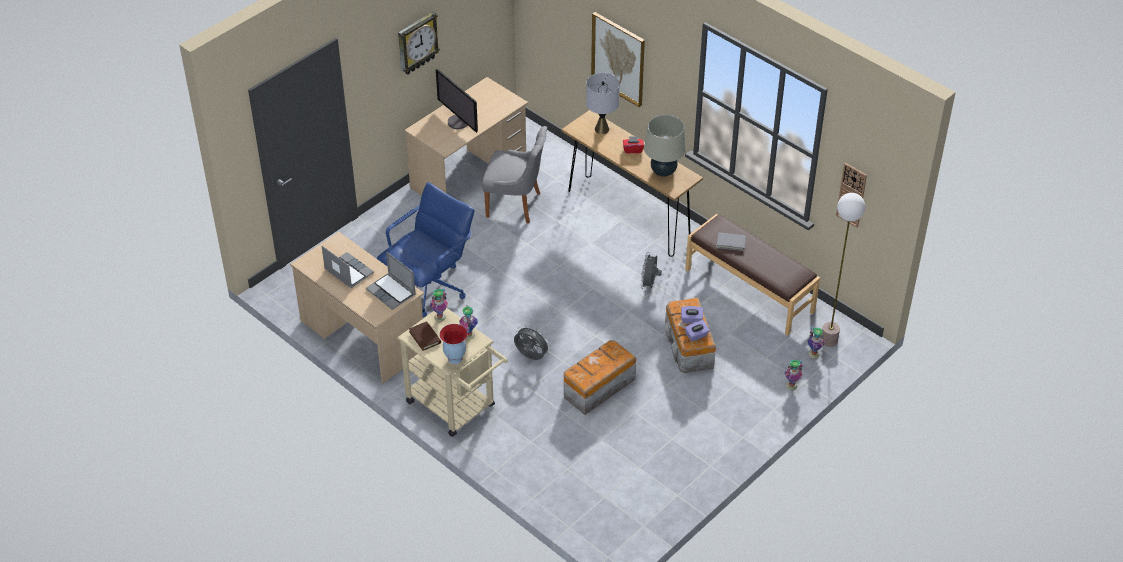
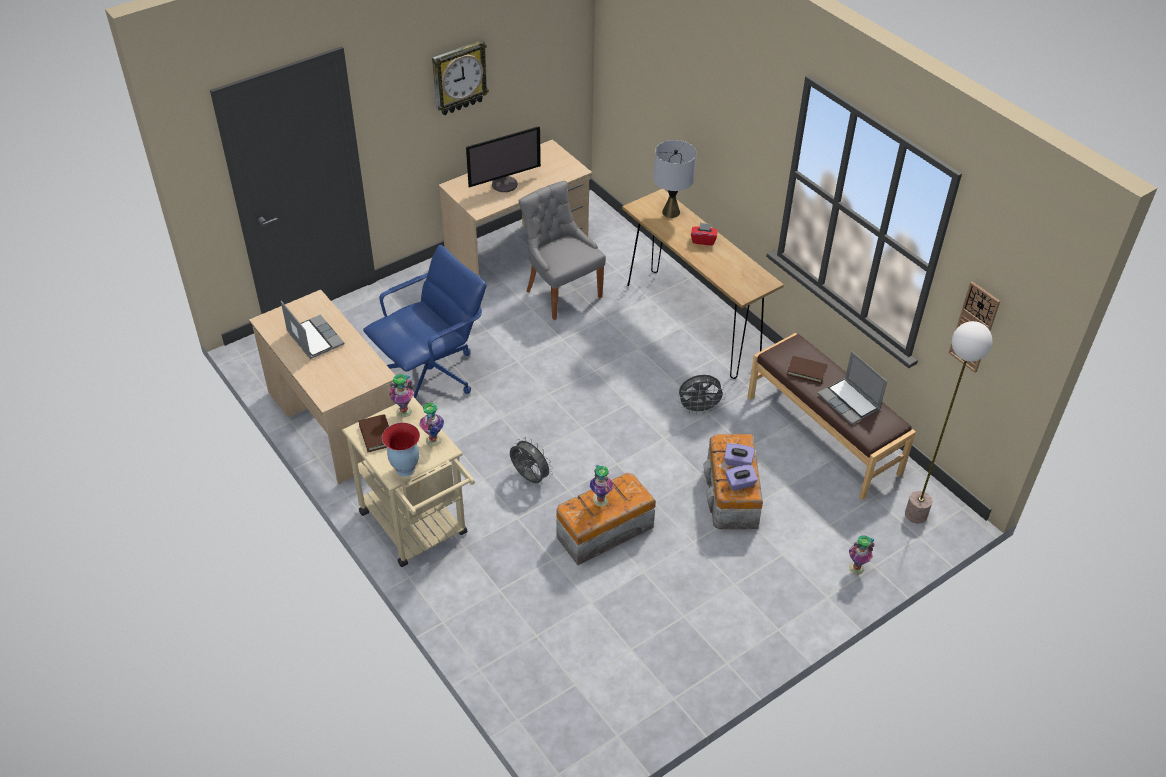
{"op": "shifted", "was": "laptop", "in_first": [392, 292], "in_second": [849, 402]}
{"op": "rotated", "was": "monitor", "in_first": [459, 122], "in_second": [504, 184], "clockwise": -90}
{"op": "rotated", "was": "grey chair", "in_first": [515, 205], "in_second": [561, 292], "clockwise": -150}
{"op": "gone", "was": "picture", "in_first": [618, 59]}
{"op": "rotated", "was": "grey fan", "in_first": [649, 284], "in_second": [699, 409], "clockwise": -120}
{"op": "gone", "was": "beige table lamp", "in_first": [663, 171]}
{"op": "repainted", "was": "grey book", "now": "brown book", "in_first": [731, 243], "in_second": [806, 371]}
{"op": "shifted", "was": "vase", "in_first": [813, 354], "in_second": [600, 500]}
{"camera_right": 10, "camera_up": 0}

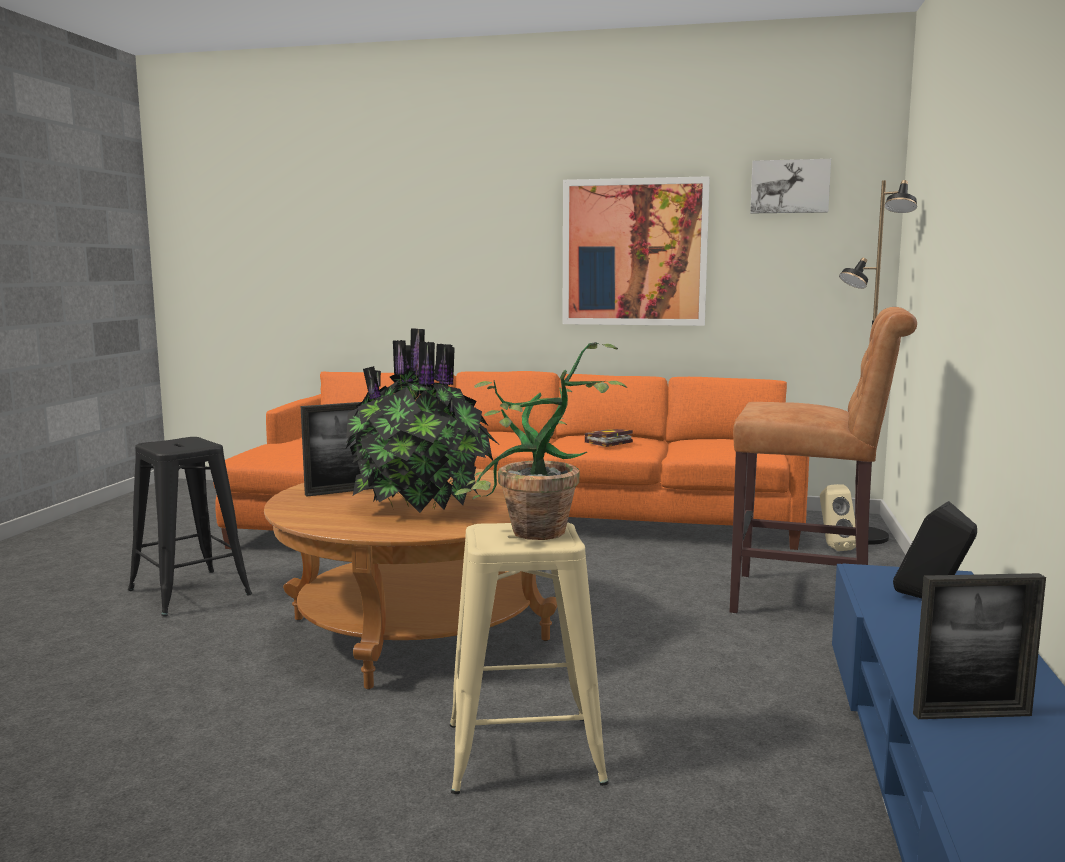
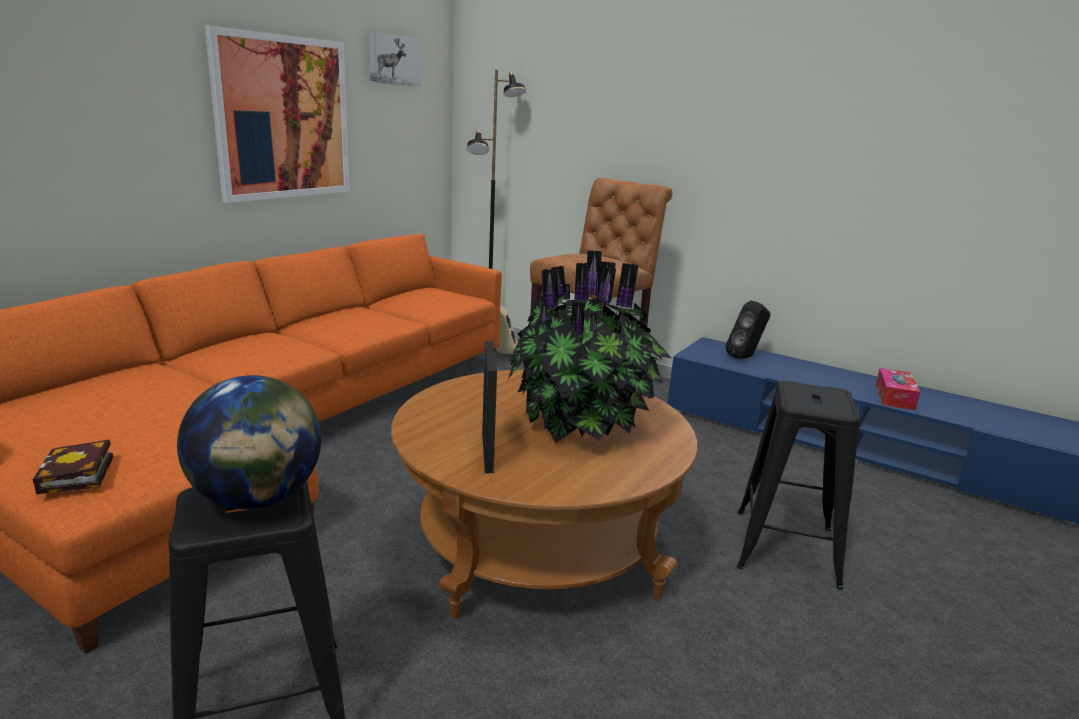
{"op": "repainted", "was": "beige stool", "now": "black stool", "in_first": [524, 753], "in_second": [786, 547]}
{"op": "gone", "was": "potted plant", "in_first": [535, 537]}
{"op": "shifted", "was": "book", "in_first": [607, 442], "in_second": [77, 476]}
{"op": "swapped", "was": "picture frame", "now": "tissue box", "in_first": [972, 714], "in_second": [894, 397]}
{"op": "new", "now": "globe", "in_second": [258, 499]}
{"camera_right": -70, "camera_up": 10}

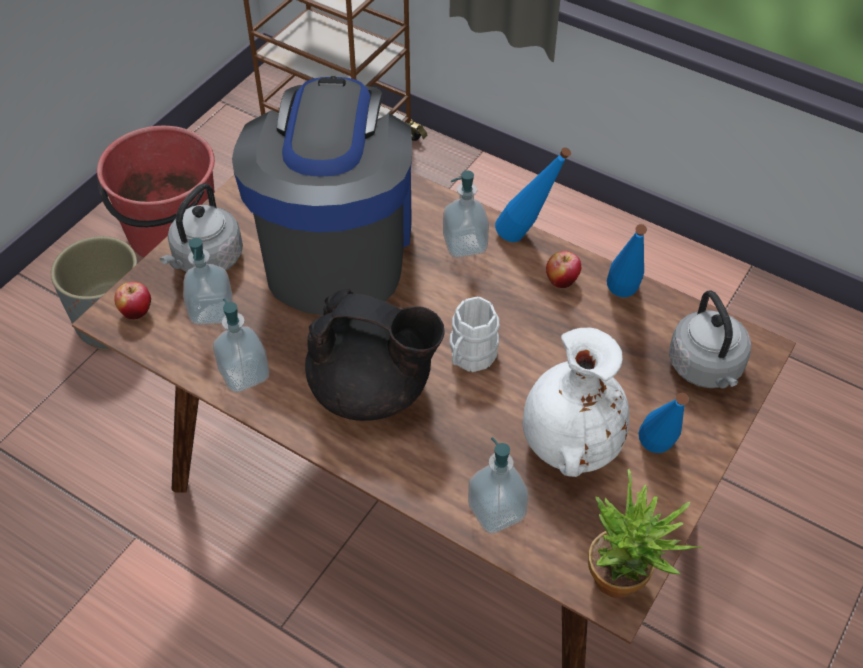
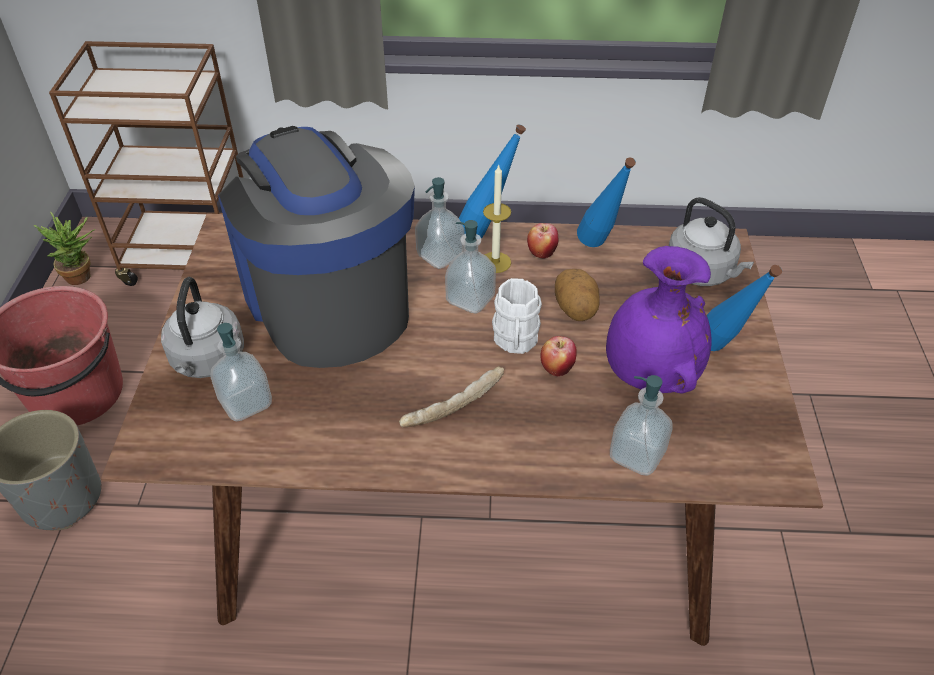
{"op": "shifted", "was": "apple", "in_first": [137, 312], "in_second": [557, 368]}
{"op": "shifted", "was": "soap dispenser", "in_first": [244, 374], "in_second": [470, 299]}
{"op": "swapped", "was": "black teapot", "now": "bread", "in_first": [373, 389], "in_second": [452, 404]}
{"op": "repainted", "was": "white vase", "now": "purple vase", "in_first": [569, 444], "in_second": [649, 373]}
{"op": "shifted", "was": "potted plant", "in_first": [626, 582], "in_second": [84, 277]}
{"op": "new", "now": "candle", "in_second": [495, 262]}
{"op": "new", "now": "potato", "in_second": [575, 309]}
{"camera_right": -30, "camera_up": -5}

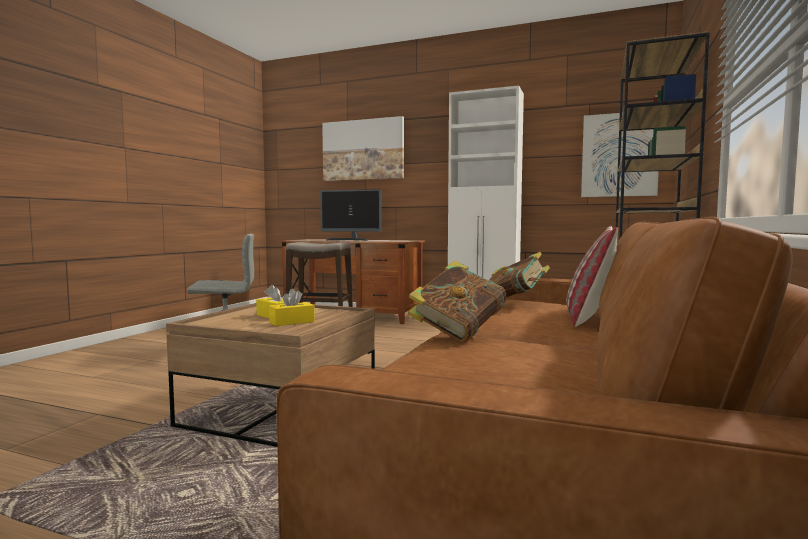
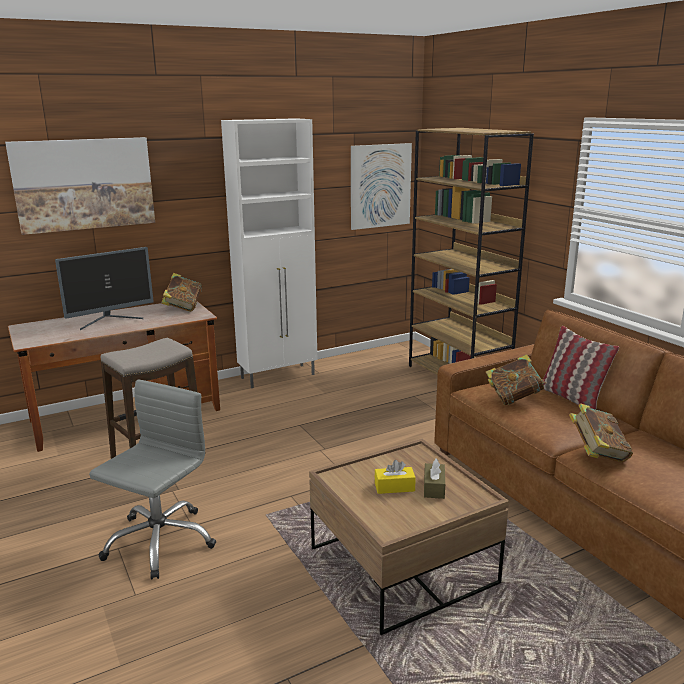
{"op": "repainted", "was": "yellow tissue box", "now": "brown tissue box", "in_first": [292, 322], "in_second": [434, 487]}
{"op": "new", "now": "book", "in_second": [183, 307]}
{"camera_right": -50, "camera_up": 15}

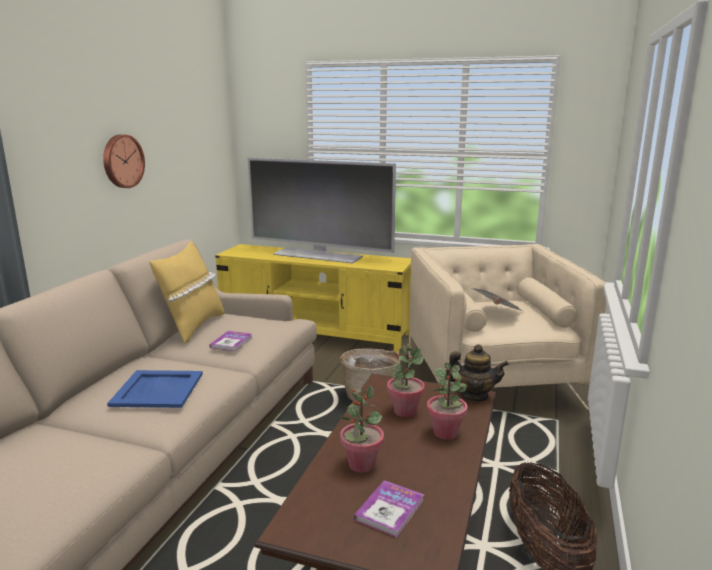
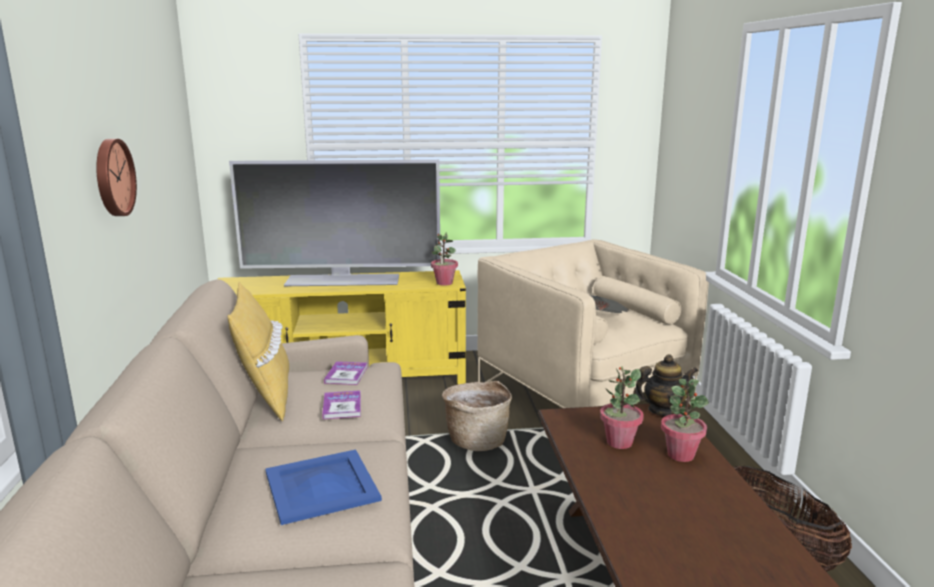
{"op": "shifted", "was": "potted plant", "in_first": [361, 464], "in_second": [444, 283]}
{"op": "shifted", "was": "book", "in_first": [389, 509], "in_second": [346, 374]}
{"camera_right": -25, "camera_up": 0}

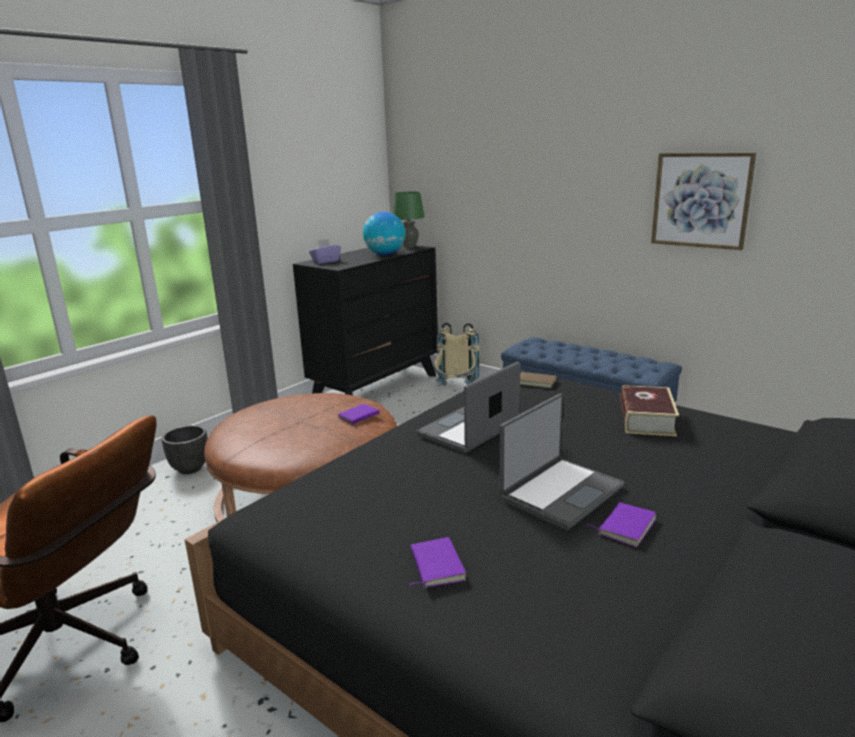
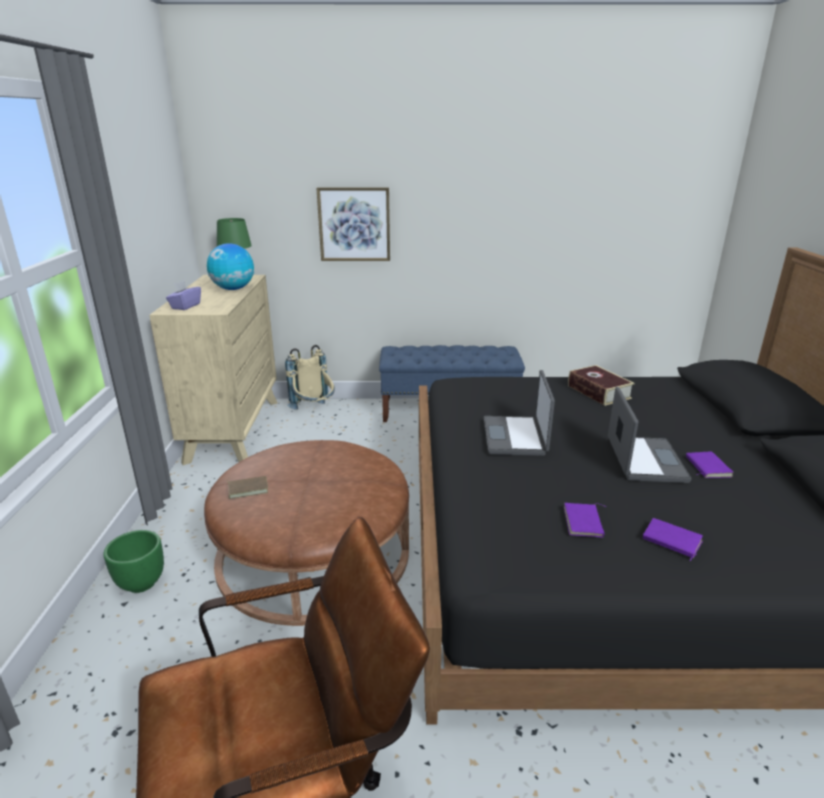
{"op": "repainted", "was": "black planter", "now": "green planter", "in_first": [190, 469], "in_second": [142, 583]}
{"op": "repainted", "was": "black dresser", "now": "beige dresser", "in_first": [376, 387], "in_second": [233, 430]}
{"op": "shifted", "was": "purple book", "in_first": [359, 416], "in_second": [584, 522]}
{"op": "shifted", "was": "brown book", "in_first": [536, 381], "in_second": [248, 488]}
{"op": "shifted", "was": "picture", "in_first": [701, 200], "in_second": [354, 224]}
{"camera_right": -40, "camera_up": 5}

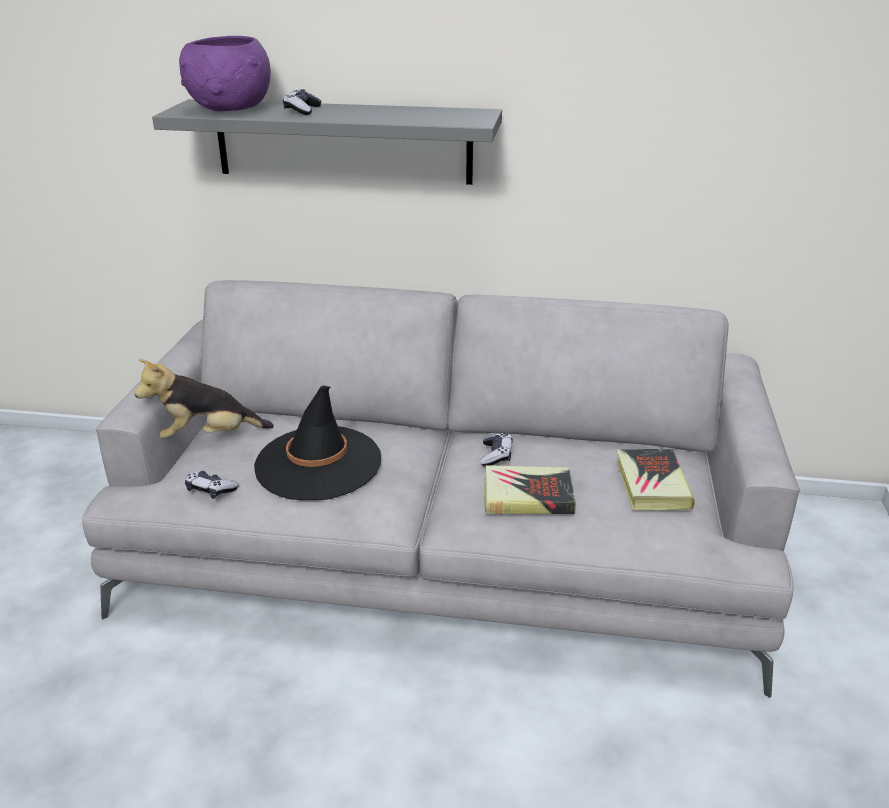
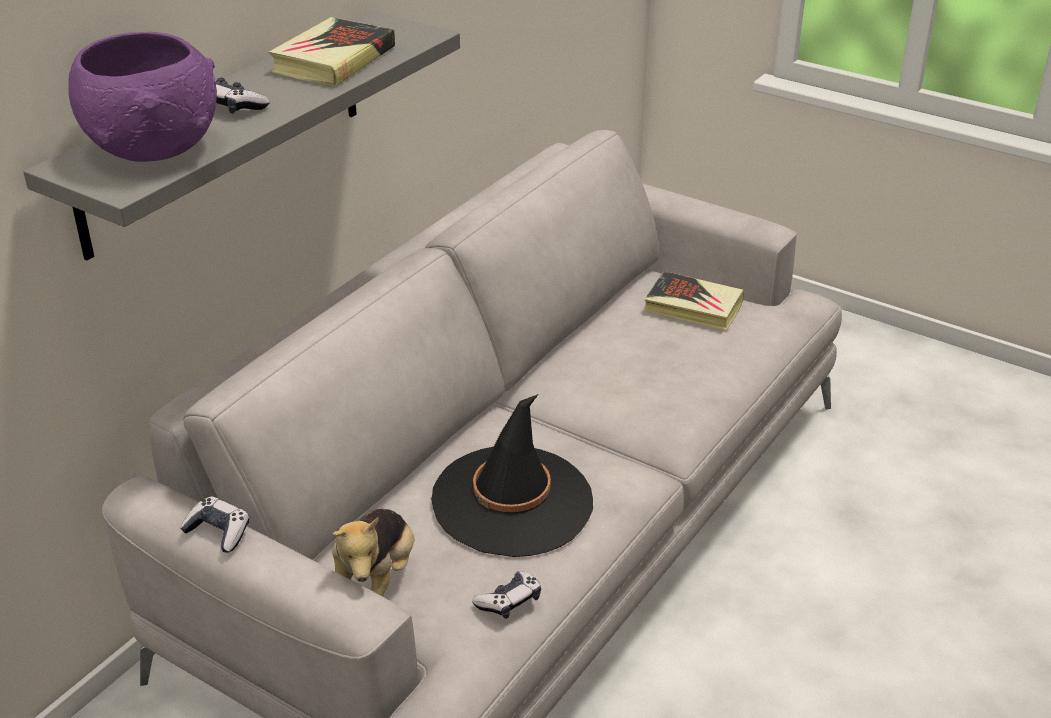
{"op": "shifted", "was": "game controller", "in_first": [496, 455], "in_second": [218, 532]}
{"op": "shifted", "was": "book", "in_first": [527, 496], "in_second": [334, 60]}
{"camera_right": -65, "camera_up": 5}

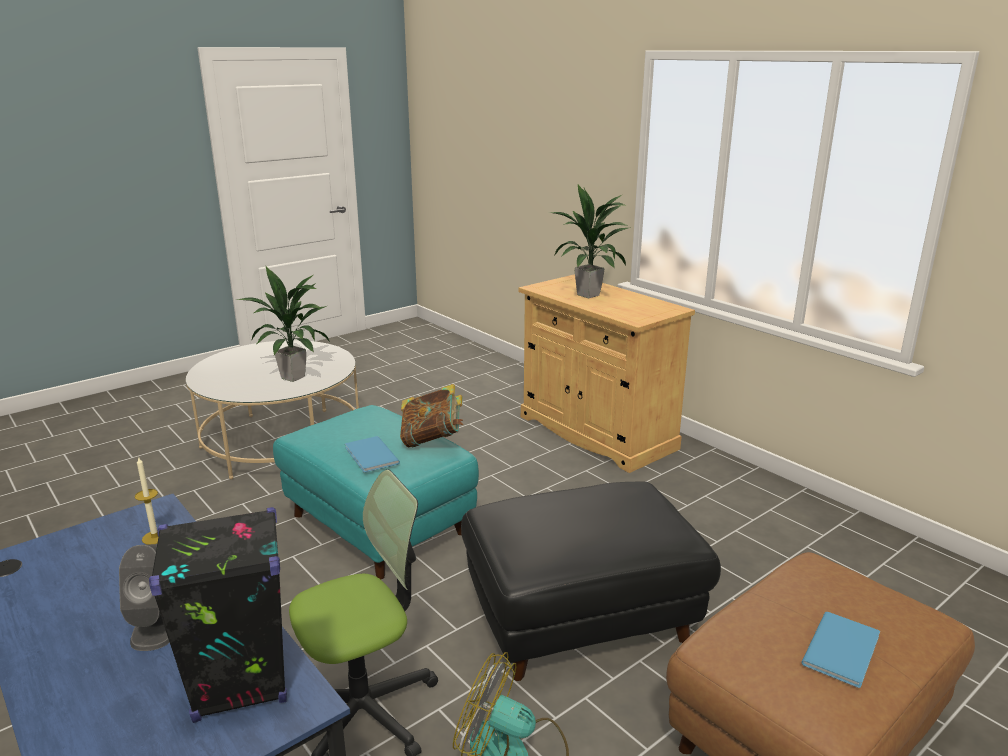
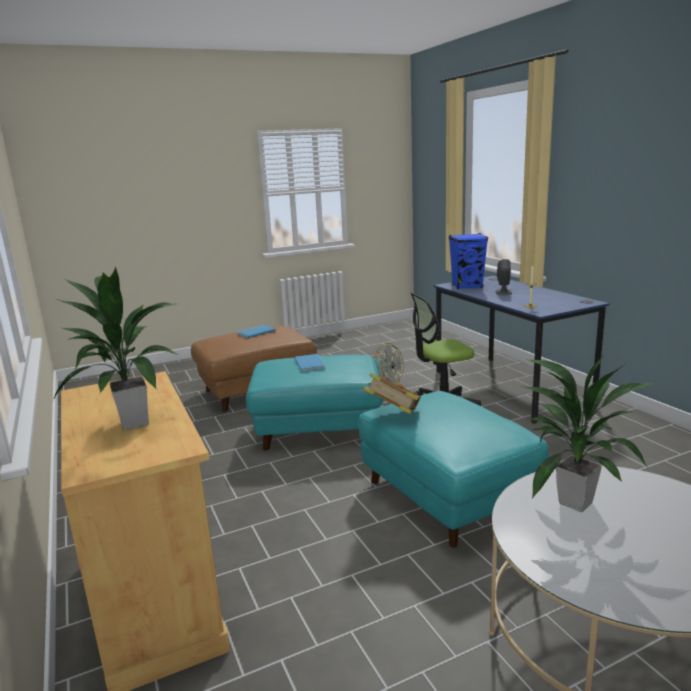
{"op": "repainted", "was": "black speaker", "now": "blue speaker", "in_first": [239, 684], "in_second": [467, 286]}
{"op": "shifted", "was": "blue book", "in_first": [370, 456], "in_second": [310, 363]}
{"op": "repainted", "was": "black ottoman", "now": "turquoise ottoman", "in_first": [580, 619], "in_second": [319, 429]}
{"camera_right": -165, "camera_up": -5}

